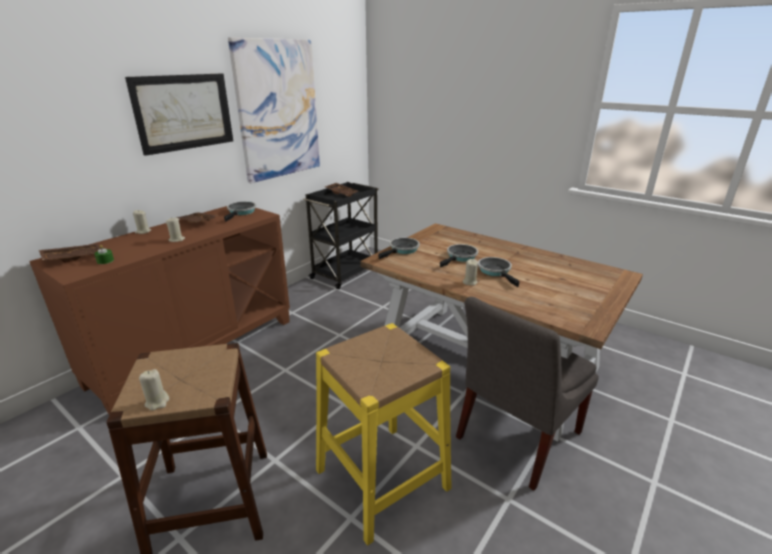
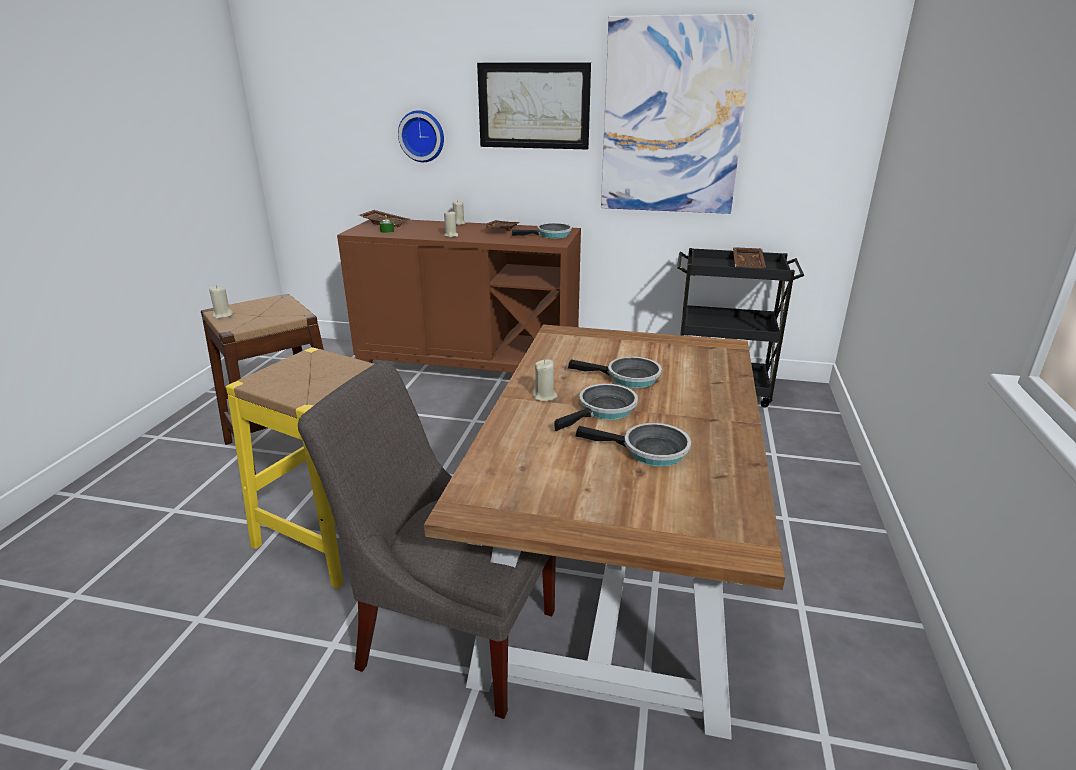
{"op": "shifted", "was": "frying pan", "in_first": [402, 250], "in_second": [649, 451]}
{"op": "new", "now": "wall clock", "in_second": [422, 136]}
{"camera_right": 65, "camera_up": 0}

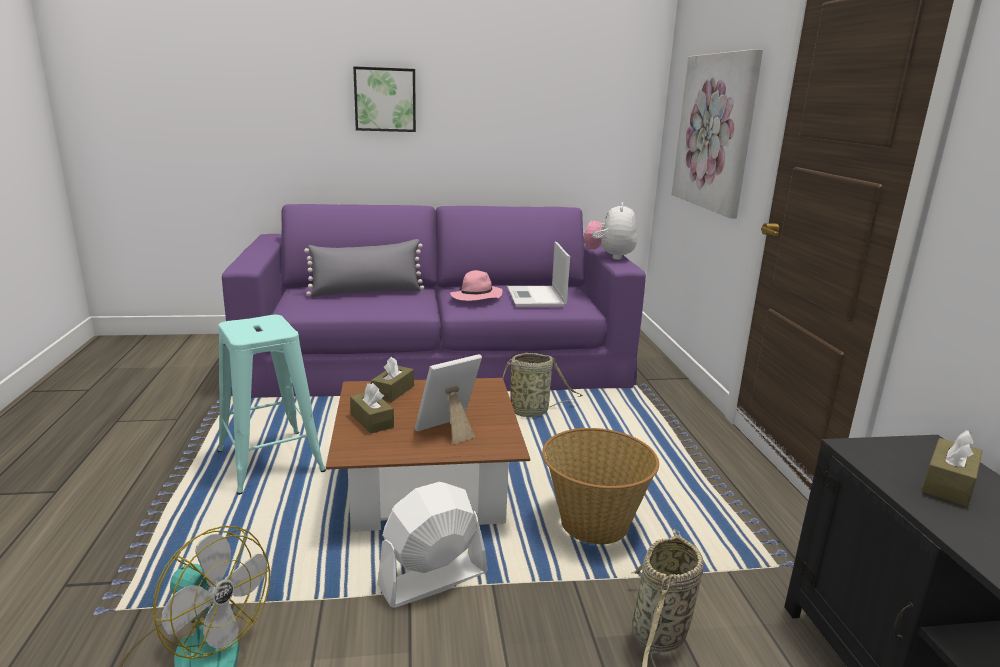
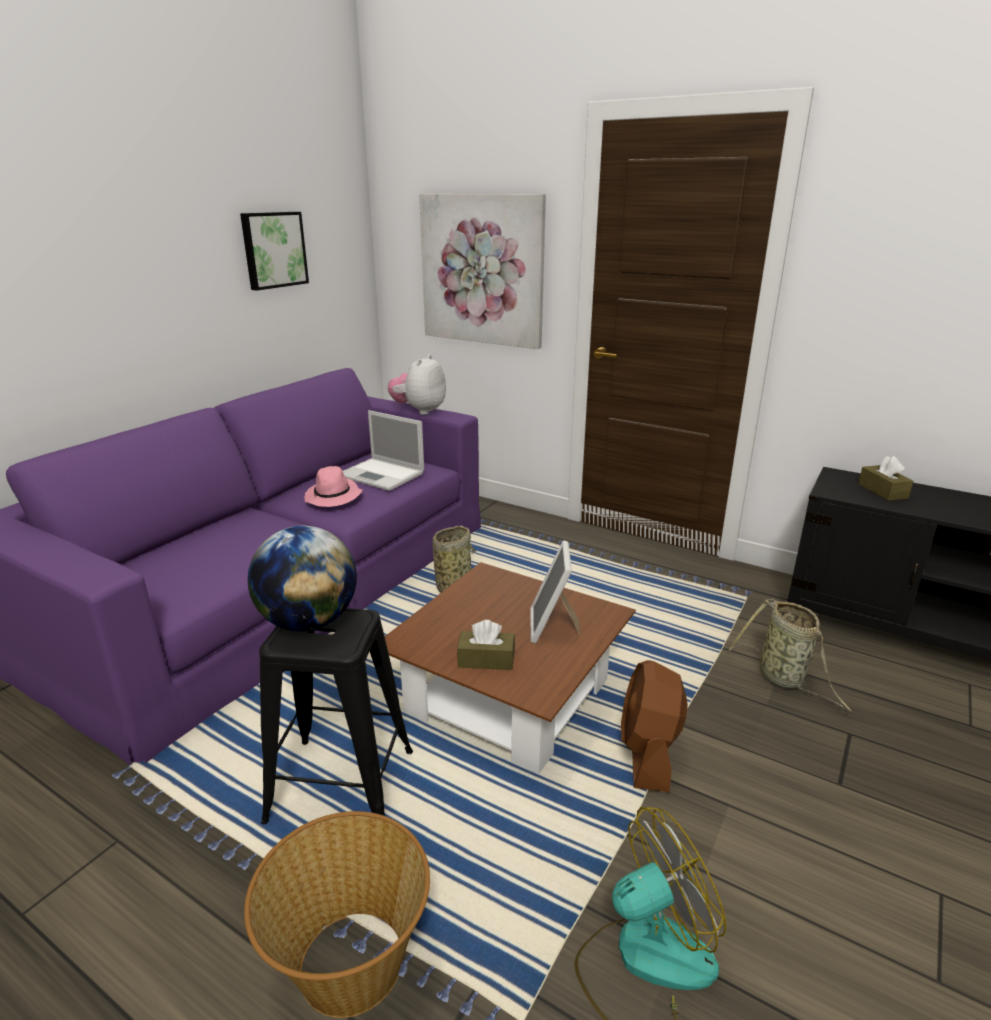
{"op": "repainted", "was": "turquoise stool", "now": "black stool", "in_first": [270, 461], "in_second": [341, 785]}
{"op": "gone", "was": "grey pillow", "in_first": [367, 292]}
{"op": "shifted", "was": "picture", "in_first": [385, 99], "in_second": [273, 250]}
{"op": "gone", "was": "brown tissue box", "in_first": [393, 391]}
{"op": "repainted", "was": "white fan", "now": "brown fan", "in_first": [433, 579], "in_second": [648, 752]}
{"op": "shifted", "was": "basket", "in_first": [593, 524], "in_second": [350, 965]}
{"op": "rotated", "was": "plush toy", "in_first": [609, 256], "in_second": [419, 411], "clockwise": 60}
{"op": "new", "now": "globe", "in_second": [309, 622]}
{"camera_right": -50, "camera_up": 5}

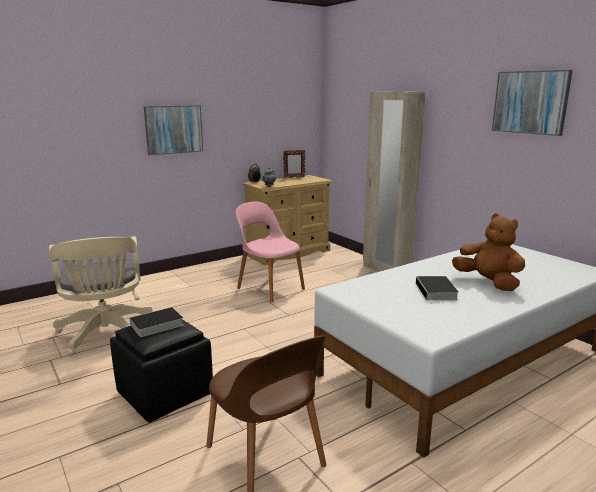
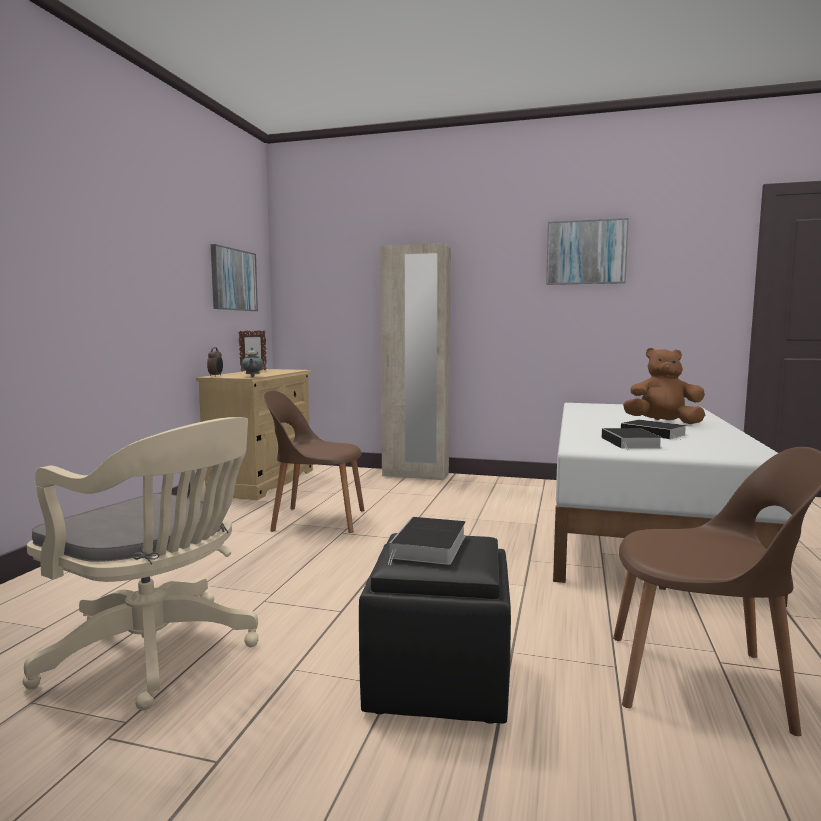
{"op": "shifted", "was": "picture", "in_first": [174, 129], "in_second": [233, 280]}
{"op": "repainted", "was": "pink chair", "now": "brown chair", "in_first": [269, 288], "in_second": [316, 520]}
{"op": "new", "now": "book", "in_second": [631, 443]}
{"camera_right": -40, "camera_up": -10}

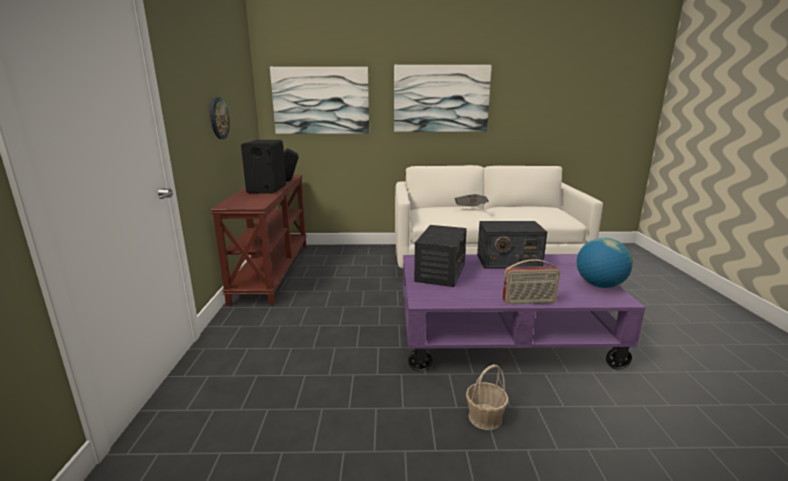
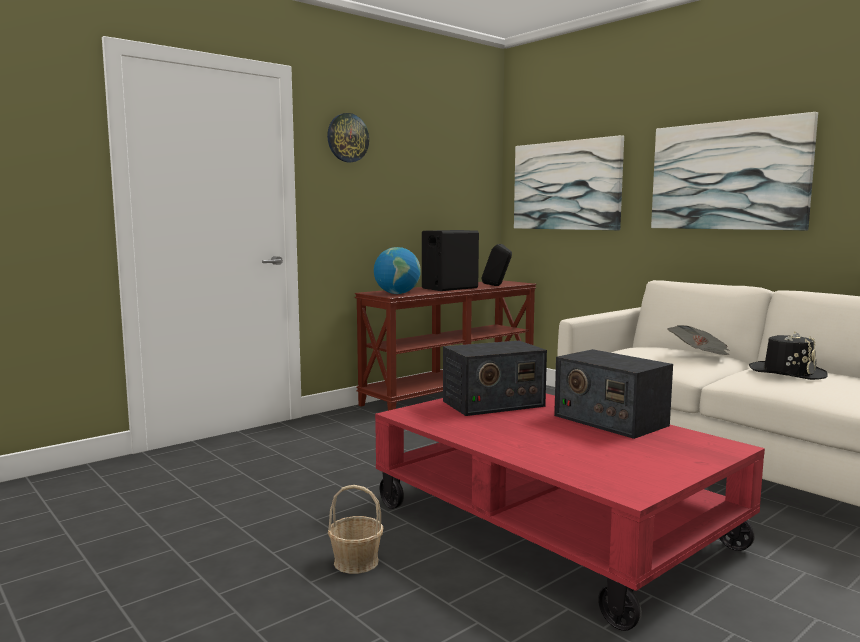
{"op": "shifted", "was": "wall clock", "in_first": [218, 118], "in_second": [347, 138]}
{"op": "repainted", "was": "purple coffee table", "now": "red coffee table", "in_first": [501, 333], "in_second": [552, 525]}
{"op": "gone", "was": "radio", "in_first": [529, 302]}
{"op": "shifted", "was": "globe", "in_first": [599, 285], "in_second": [397, 293]}
{"op": "new", "now": "black hat", "in_second": [787, 372]}
{"camera_right": 50, "camera_up": -10}

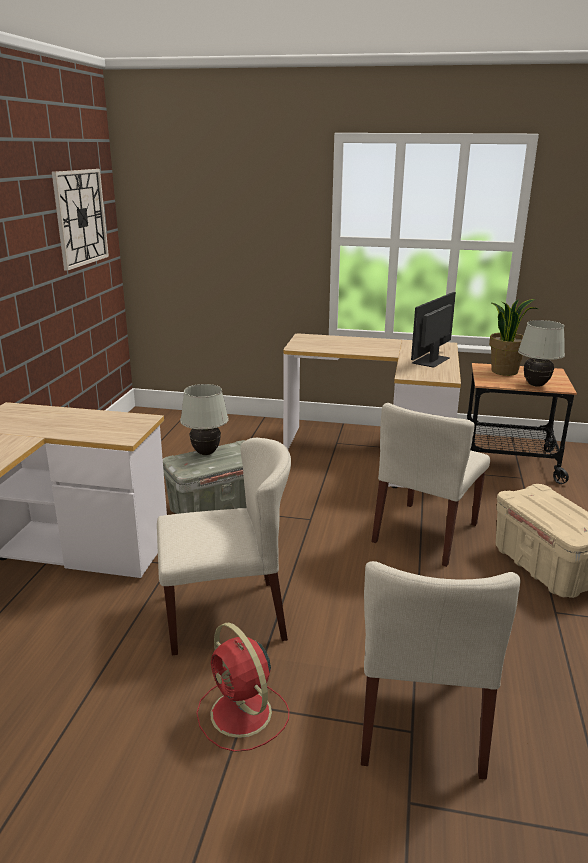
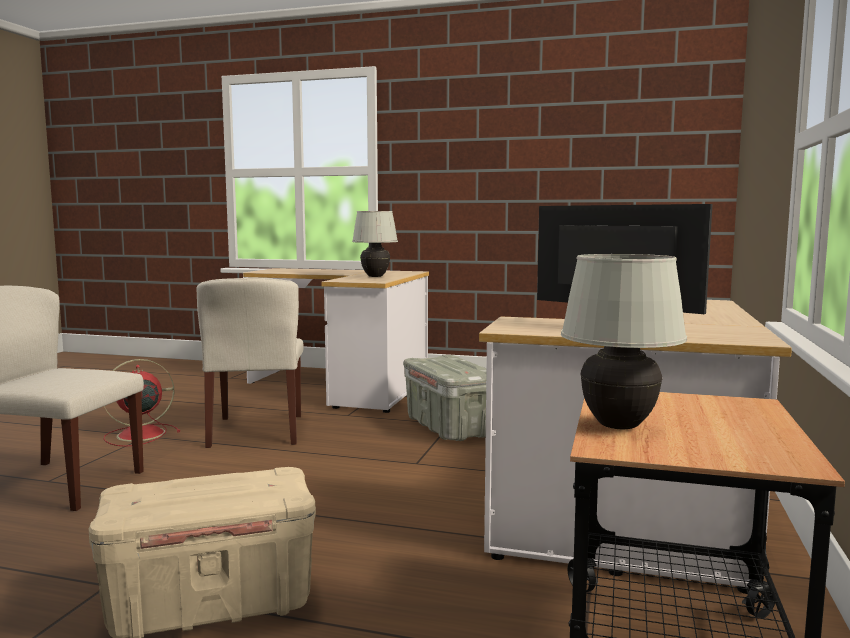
{"op": "gone", "was": "wall clock", "in_first": [80, 217]}
{"op": "shifted", "was": "white table lamp", "in_first": [205, 453], "in_second": [375, 276]}
{"op": "gone", "was": "beige chair", "in_first": [425, 533]}
{"op": "gone", "was": "potted plant", "in_first": [504, 371]}
{"camera_right": 95, "camera_up": -15}

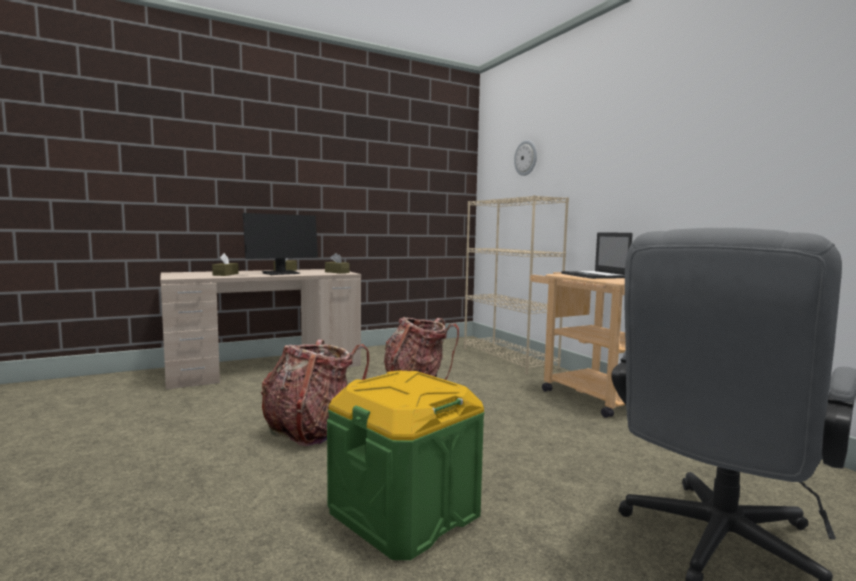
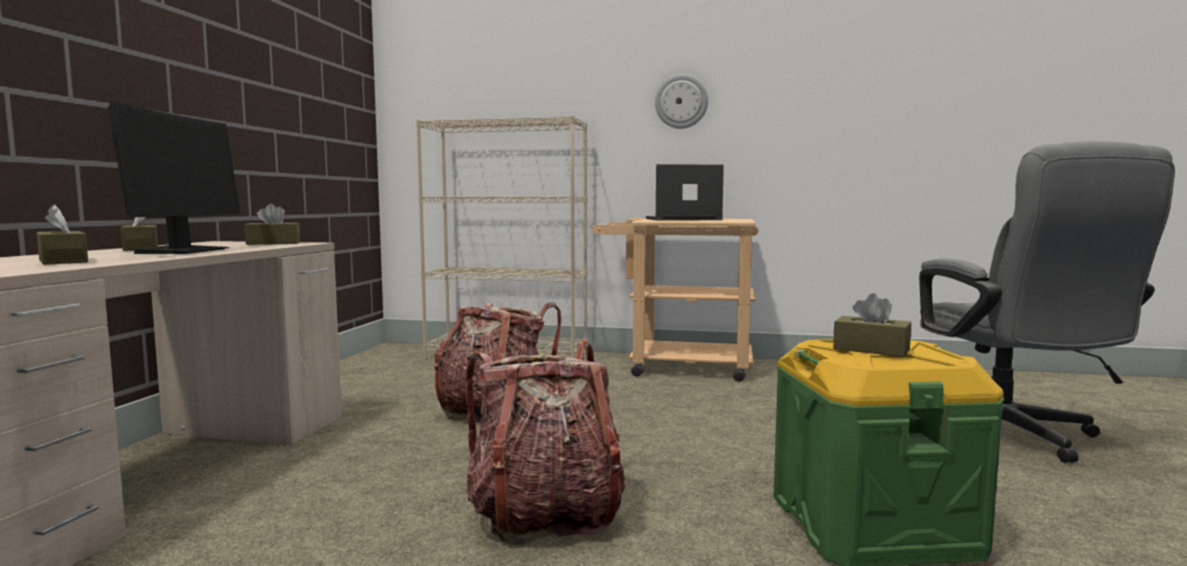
{"op": "shifted", "was": "wall clock", "in_first": [526, 158], "in_second": [681, 101]}
{"op": "rotated", "was": "laptop", "in_first": [595, 276], "in_second": [682, 219], "clockwise": 150}
{"op": "new", "now": "brown tissue box", "in_second": [871, 349]}
{"camera_right": -50, "camera_up": 0}

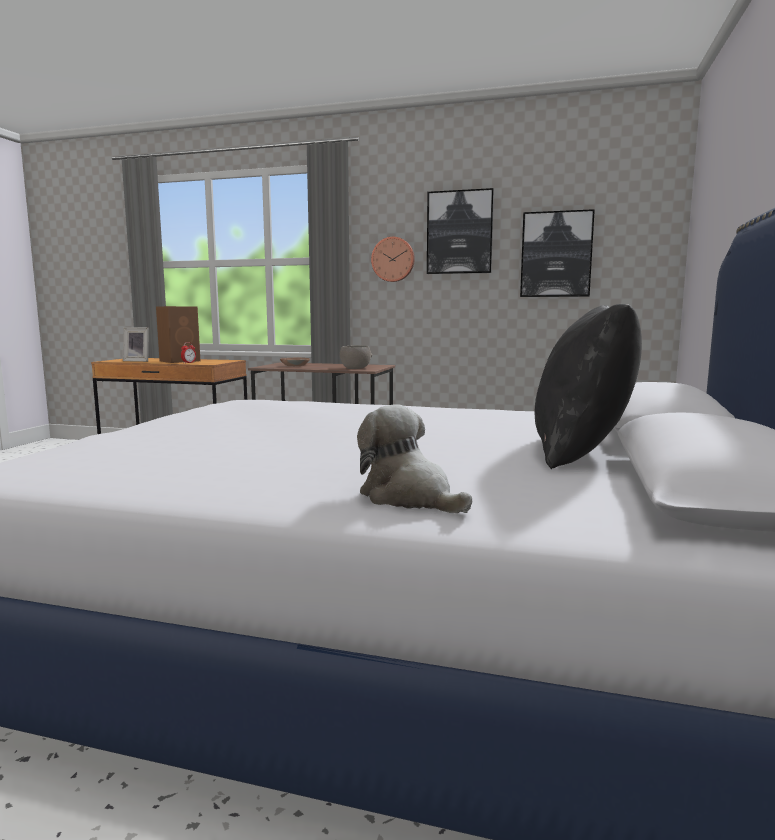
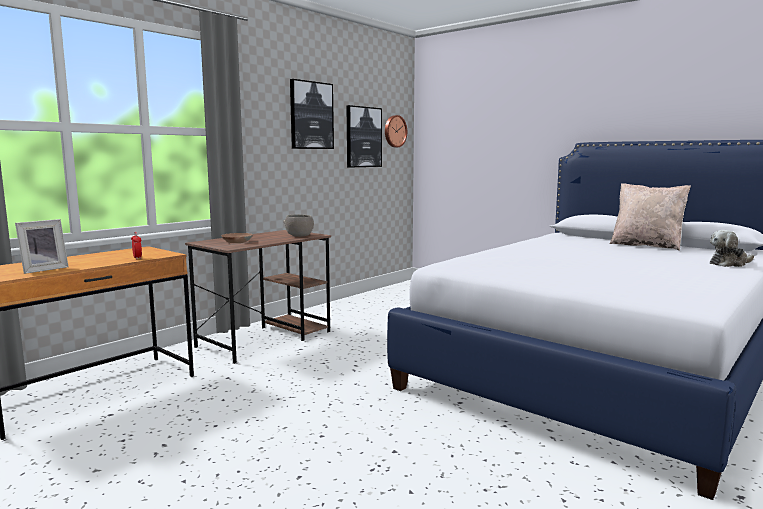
{"op": "gone", "was": "brown speaker", "in_first": [181, 361]}
{"op": "shifted", "was": "wall clock", "in_first": [393, 259], "in_second": [394, 131]}
{"op": "repainted", "was": "black pillow", "now": "beige pillow", "in_first": [581, 453], "in_second": [646, 246]}
{"camera_right": -65, "camera_up": 0}

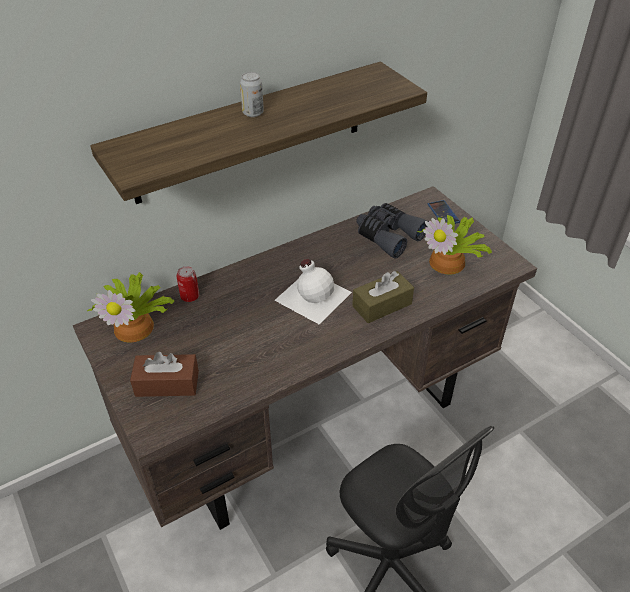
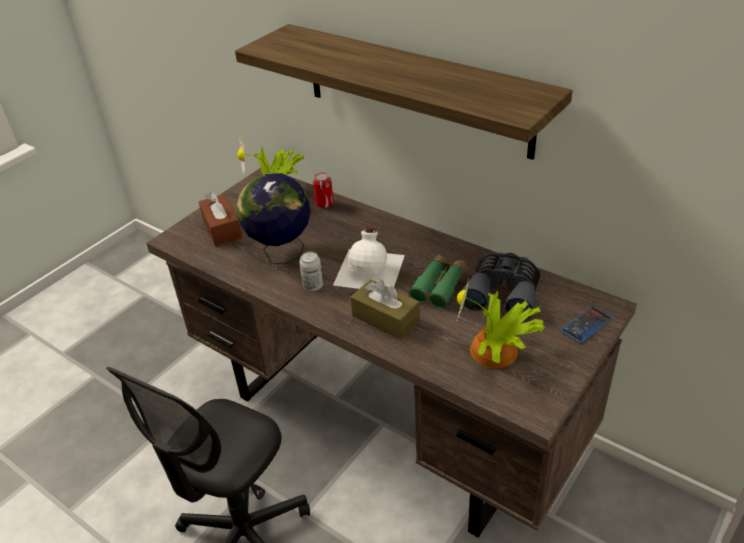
{"op": "shifted", "was": "can", "in_first": [253, 113], "in_second": [313, 286]}
{"op": "new", "now": "globe", "in_second": [281, 254]}
{"op": "new", "now": "green binoculars", "in_second": [439, 286]}
{"camera_right": 70, "camera_up": -5}

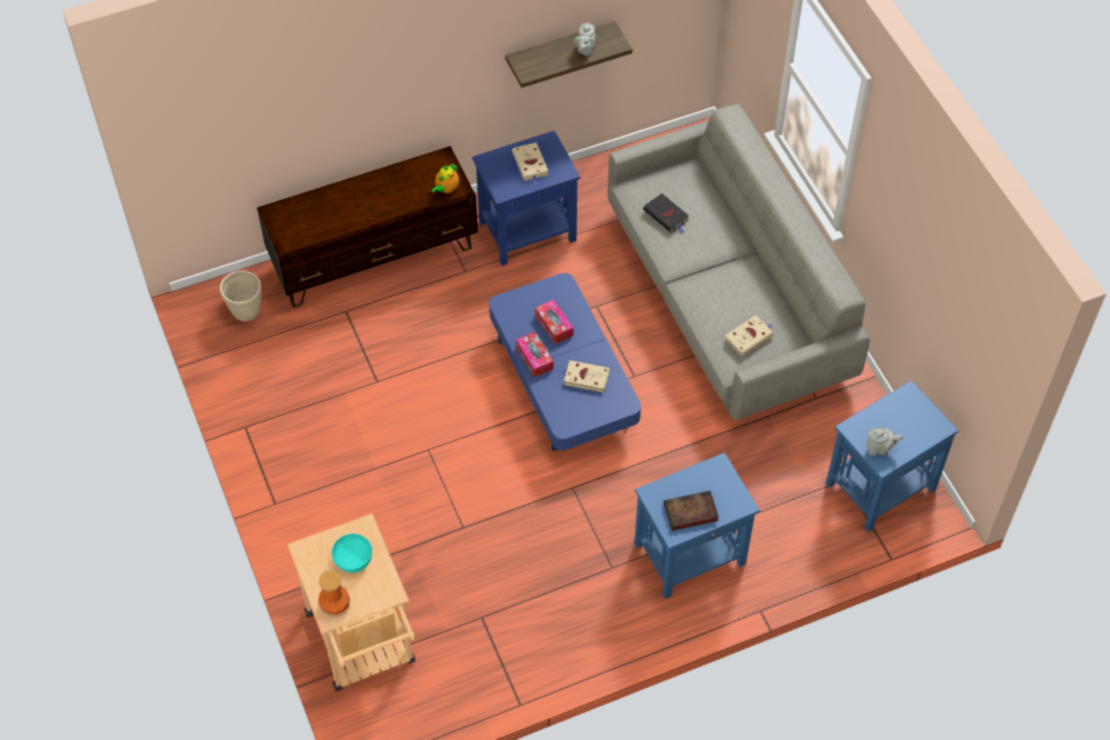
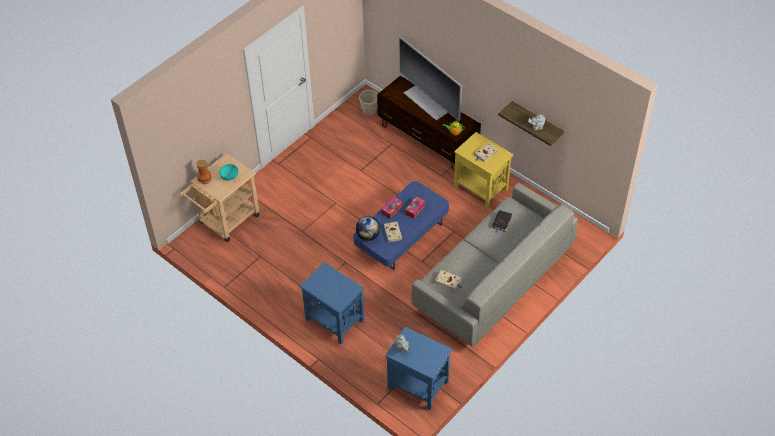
{"op": "repainted", "was": "blue side table", "now": "yellow side table", "in_first": [527, 230], "in_second": [481, 188]}
{"op": "gone", "was": "book", "in_first": [689, 513]}
{"op": "new", "now": "globe", "in_second": [368, 236]}
{"op": "new", "now": "television", "in_second": [426, 102]}
{"camera_right": 65, "camera_up": -5}

